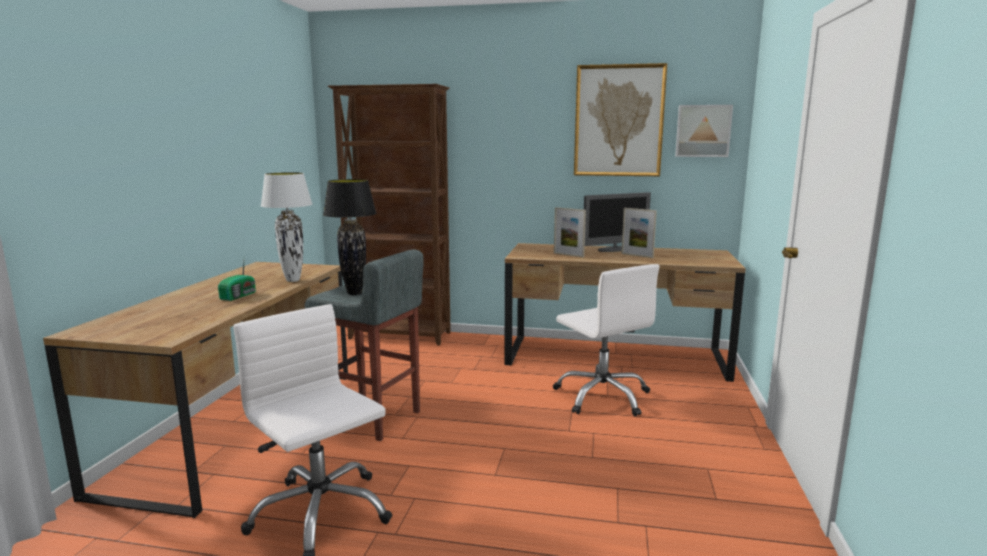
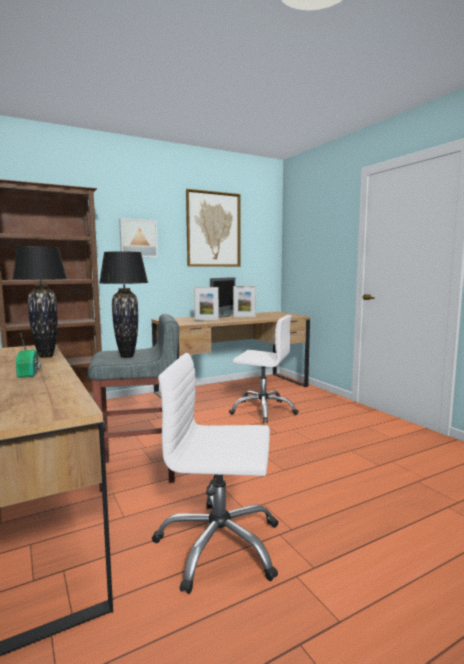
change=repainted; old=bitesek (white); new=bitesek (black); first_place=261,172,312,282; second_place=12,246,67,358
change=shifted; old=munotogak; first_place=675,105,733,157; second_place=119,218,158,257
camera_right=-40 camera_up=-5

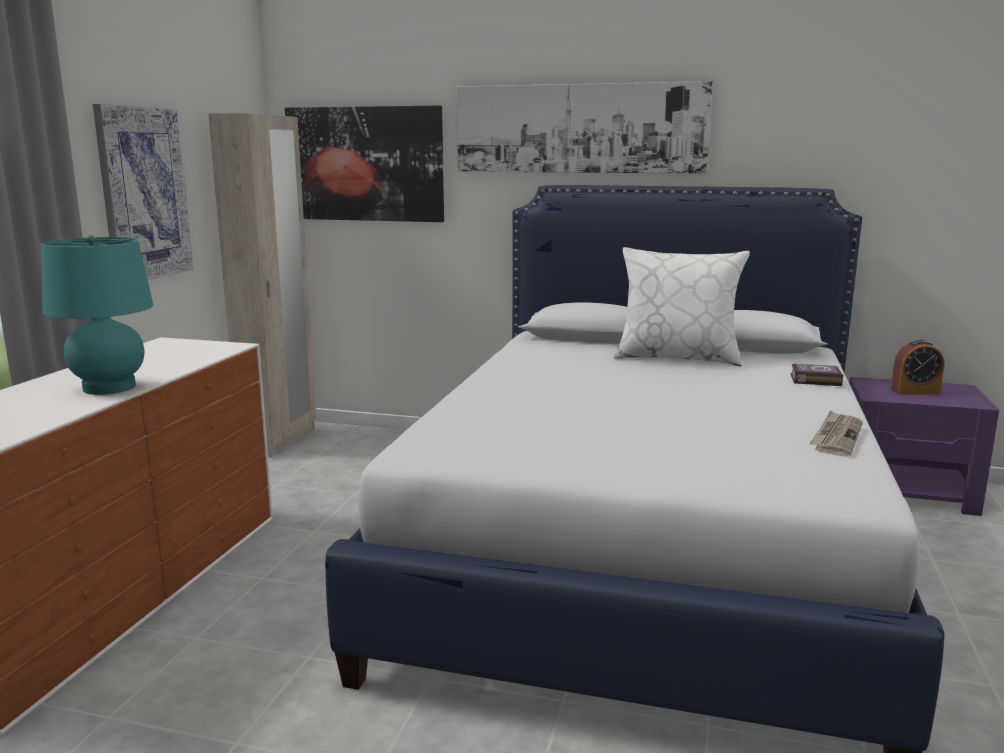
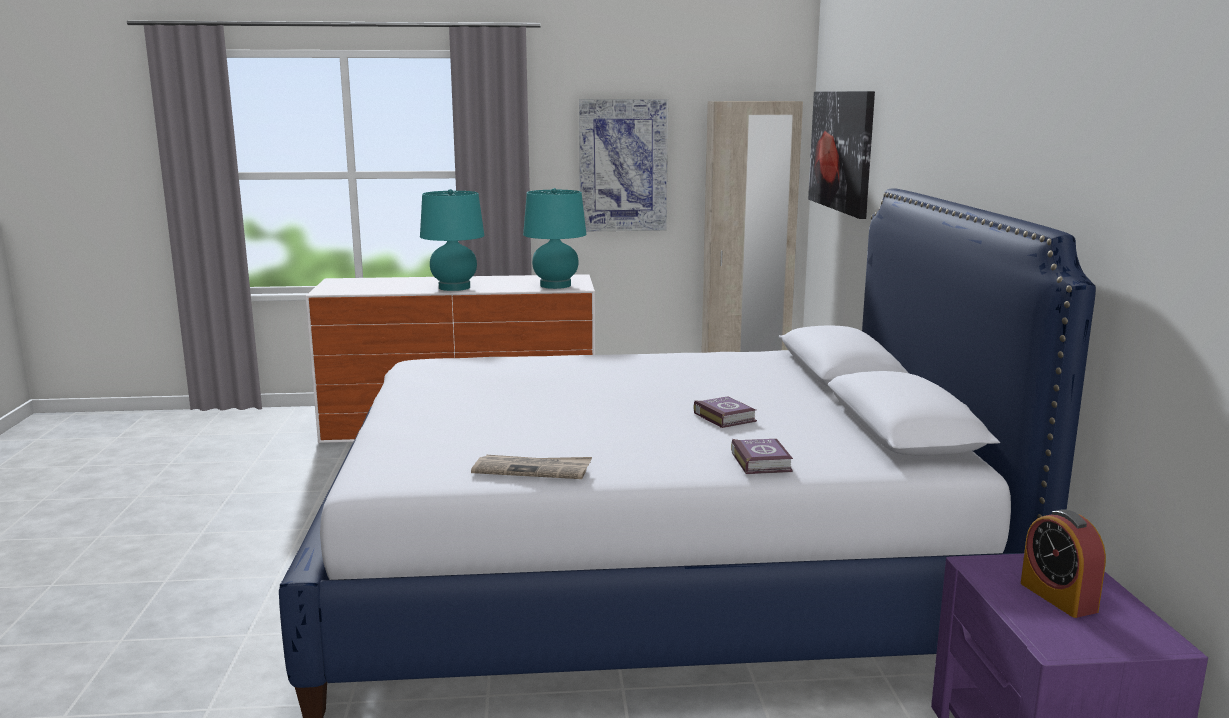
change=new; new=bitesek (turquoise); second_place=523,188,586,289
change=new; new=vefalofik; second_place=694,396,757,428
change=gone; old=munotogak; first_place=457,81,713,174
change=gone; old=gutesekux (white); first_place=613,247,750,366
camera_right=70 camera_up=0

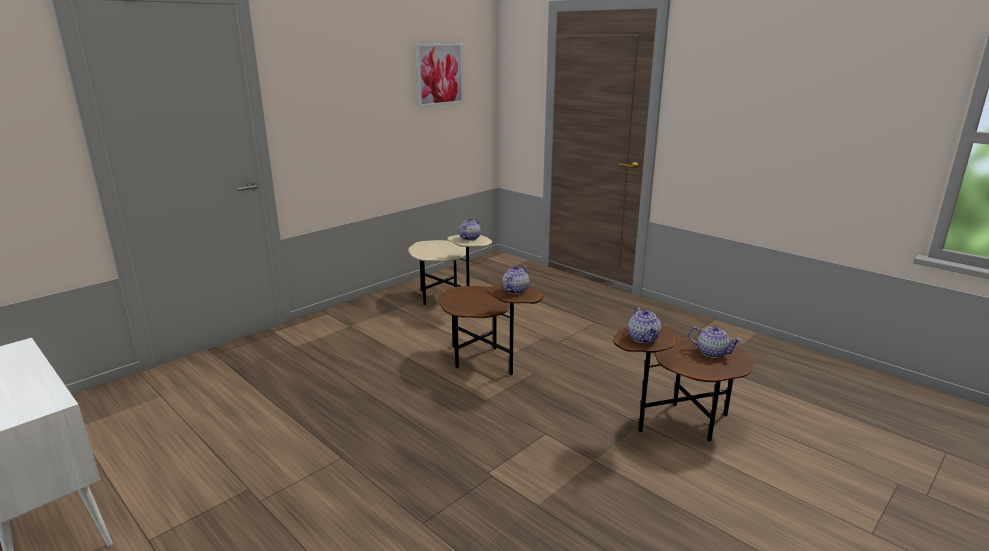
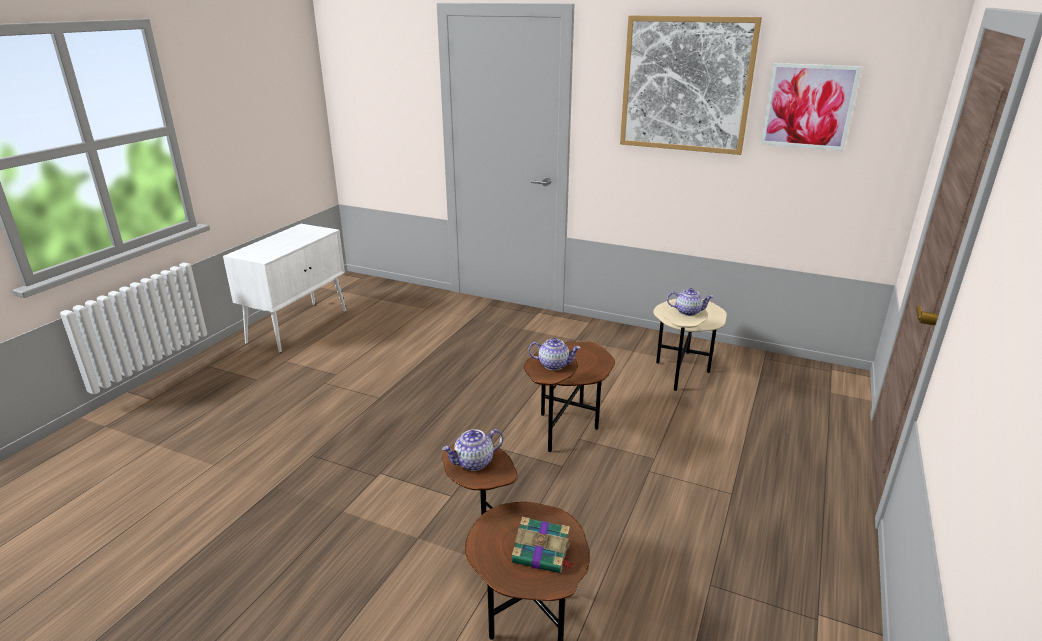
change=swapped; old=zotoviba; new=vefalofik; first_place=689,326,742,358; second_place=512,517,573,573
change=new; new=munotogak; second_place=620,16,762,155
camera_right=70 camera_up=5

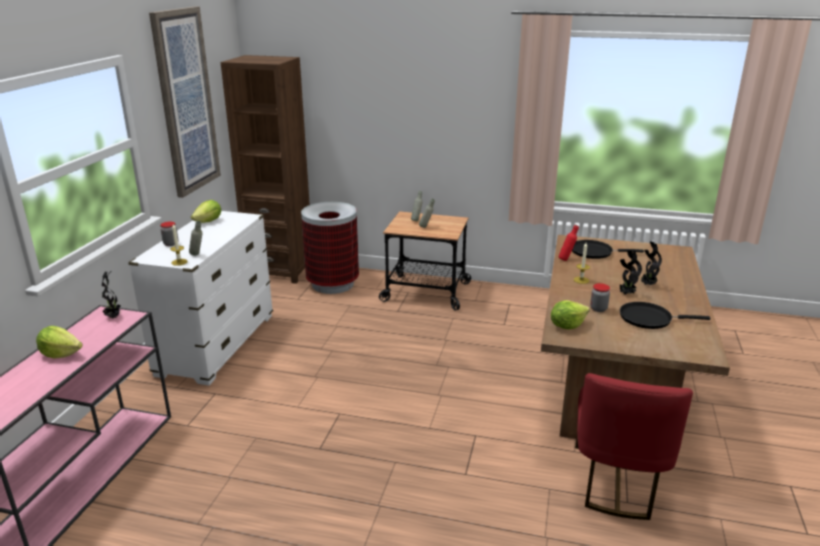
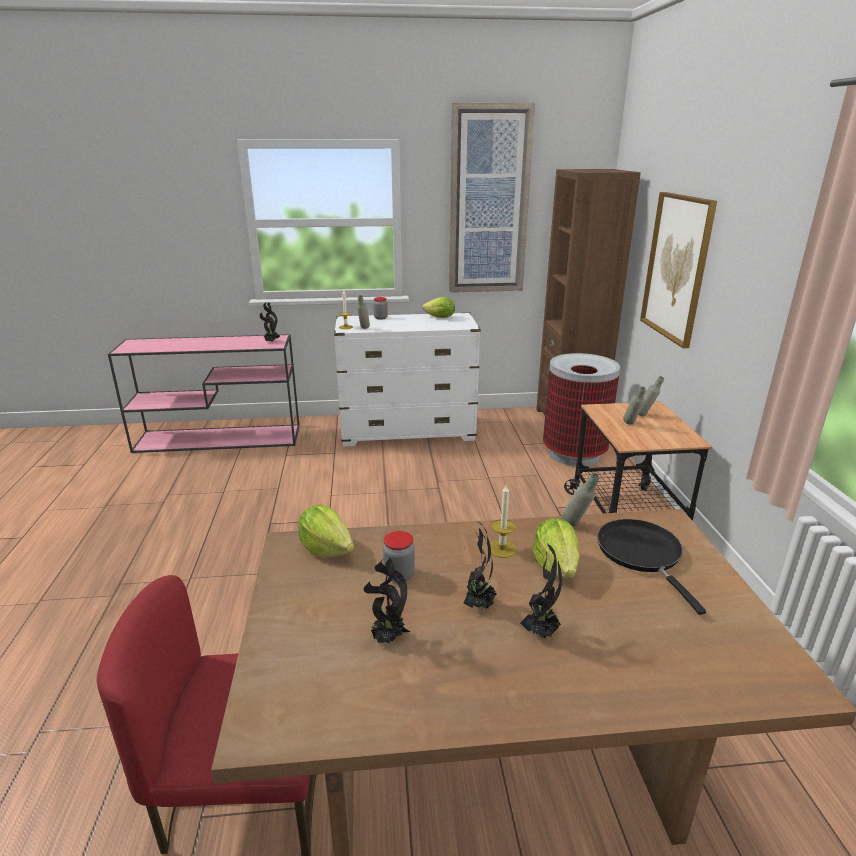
change=swapped; old=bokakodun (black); new=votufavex; first_place=620,302,710,329; second_place=363,557,410,643
change=shifted; old=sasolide; first_place=36,326,83,359; second_place=532,518,579,578
change=repainted; old=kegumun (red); new=kegumun (grey); first_place=559,225,579,261; second_place=562,473,599,527
change=new; new=munotogak; second_place=640,192,717,348
camera_right=70 camera_up=0

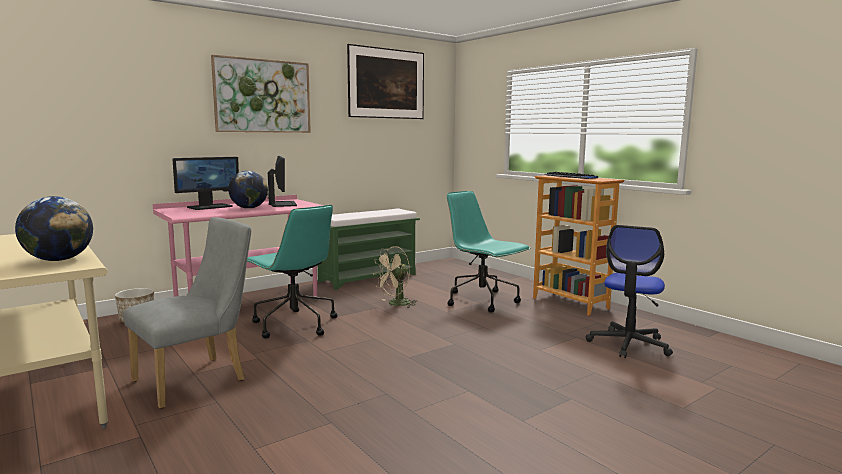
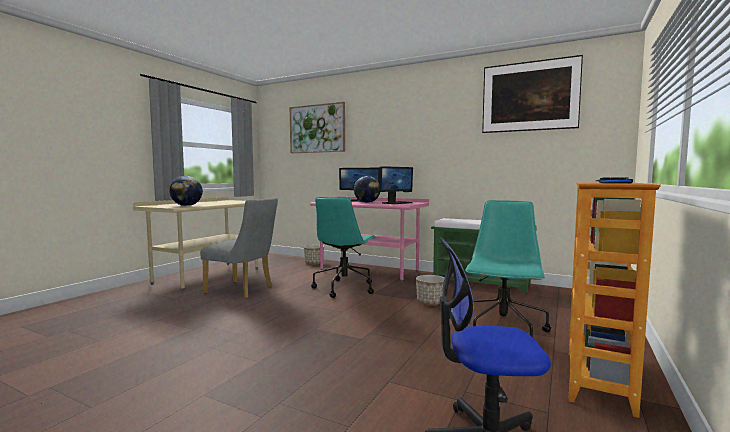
change=shifted; old=munotogak; first_place=211,55,311,133; second_place=290,102,345,153
change=swapped; old=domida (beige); new=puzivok; first_place=374,246,416,308; second_place=416,275,445,306
camera_right=65 camera_up=-5

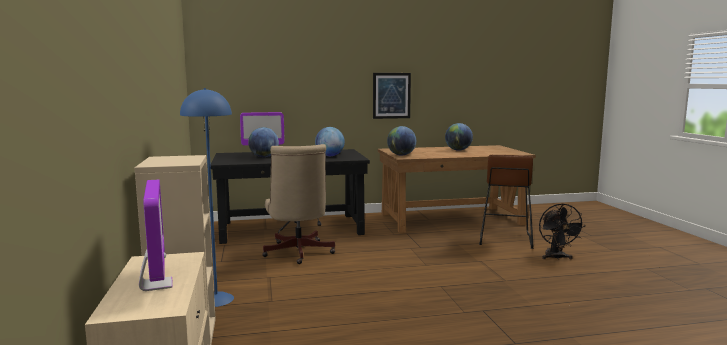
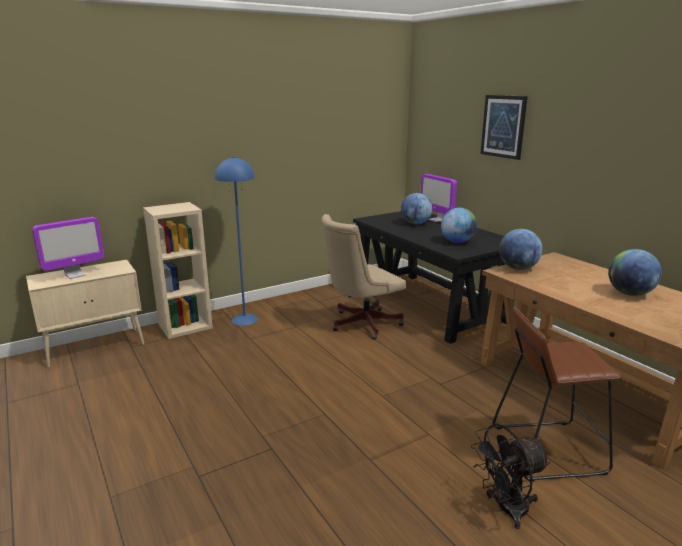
change=shifted; old=munotogak; first_place=373,73,411,119; second_place=480,95,528,160
camera_right=70 camera_up=10

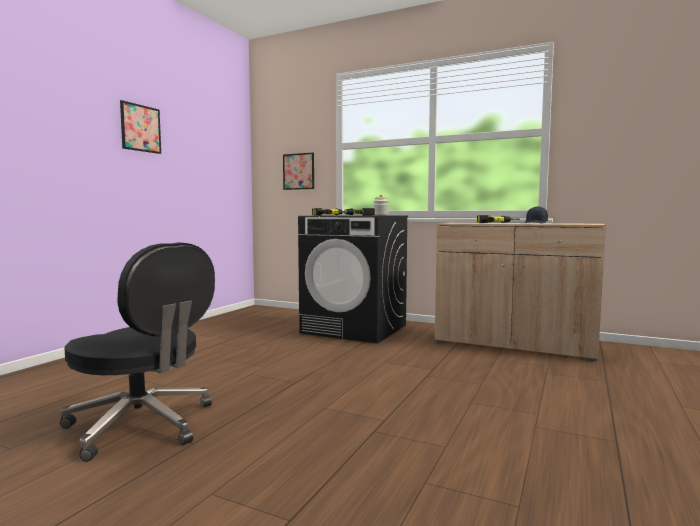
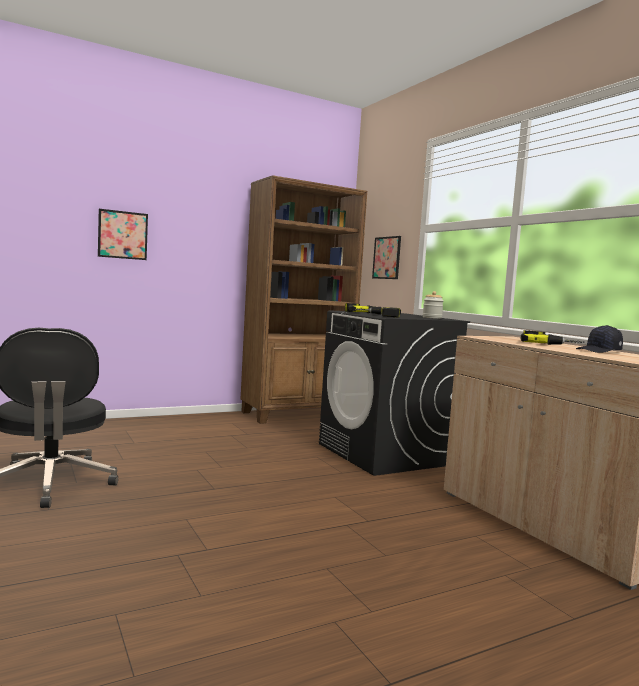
change=shifted; old=munotogak; first_place=120,100,161,154; second_place=98,209,148,260
change=new; new=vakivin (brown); second_place=241,175,367,424
camera_right=35 camera_up=0

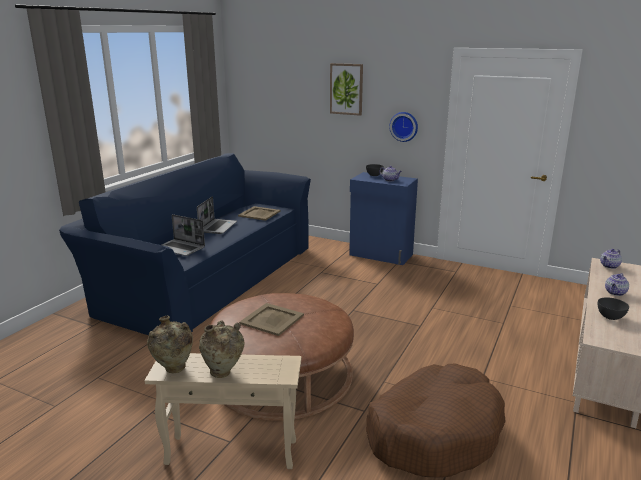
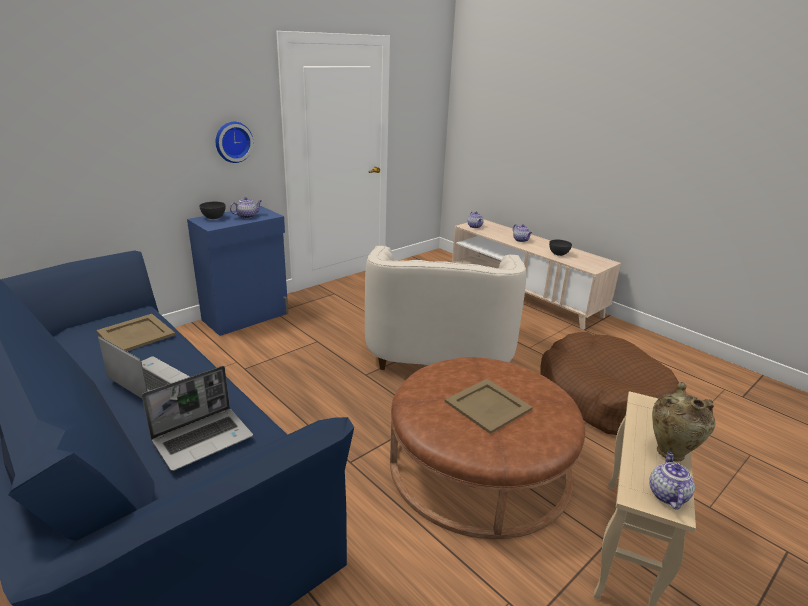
change=new; new=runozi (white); second_place=365,246,526,370
change=swapped; old=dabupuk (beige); new=zotoviba; first_place=147,316,193,373; second_place=649,452,695,509
change=gone; old=munotogak; first_place=330,63,363,116
camera_right=-70 camera_up=5

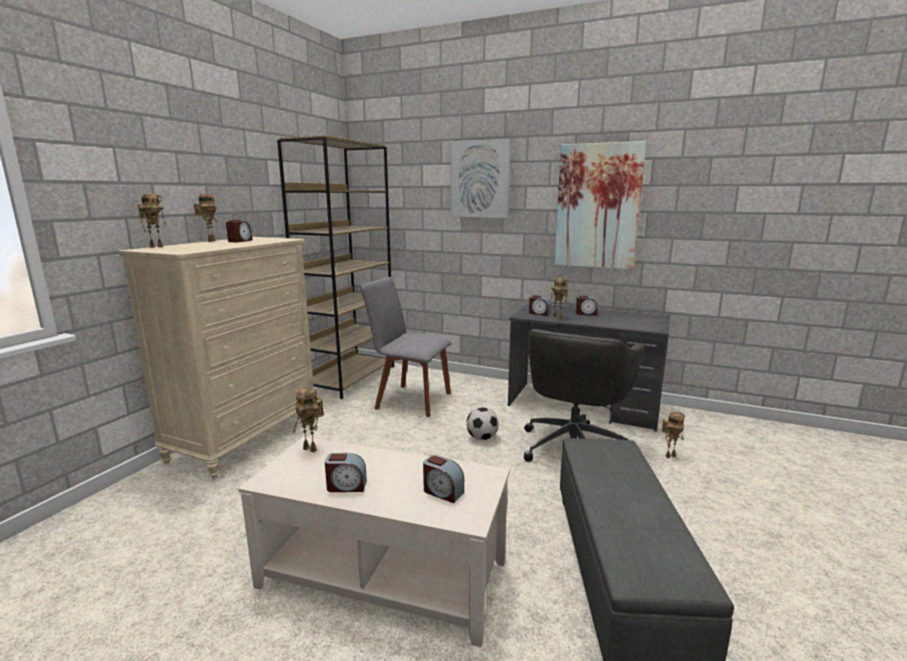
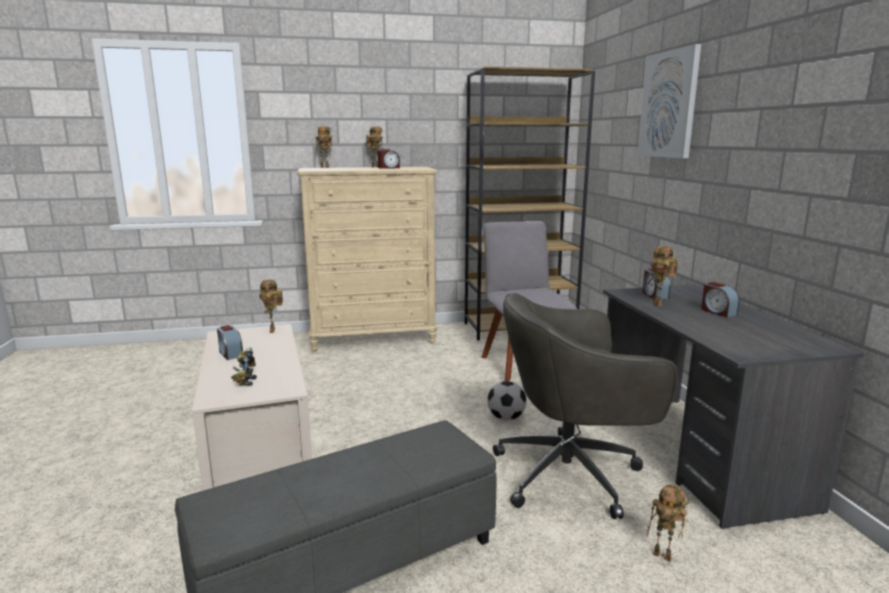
change=swapped; old=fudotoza; new=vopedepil; first_place=423,455,464,503; second_place=231,347,257,386
change=gone; old=munotogak; first_place=554,141,646,269
camera_right=55 camera_up=0

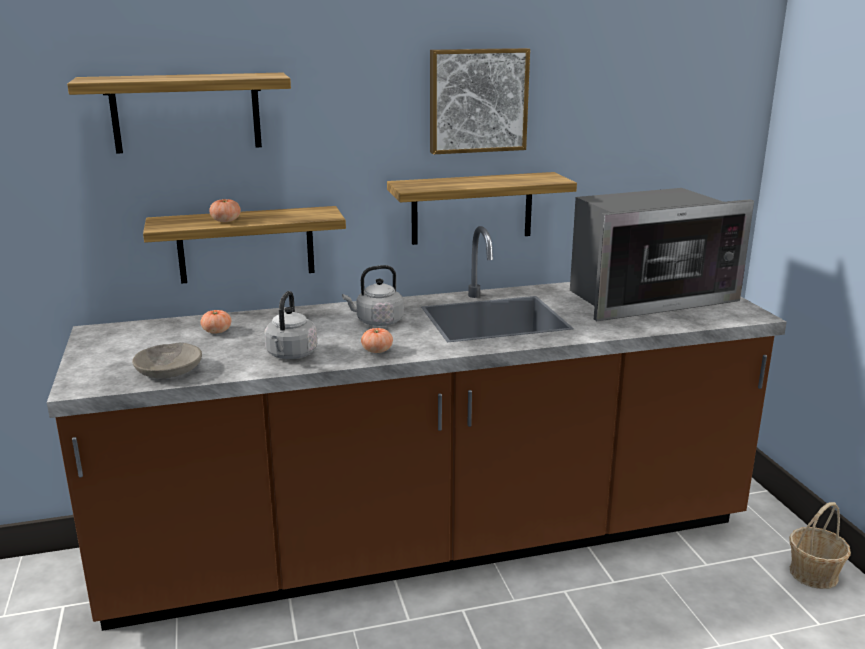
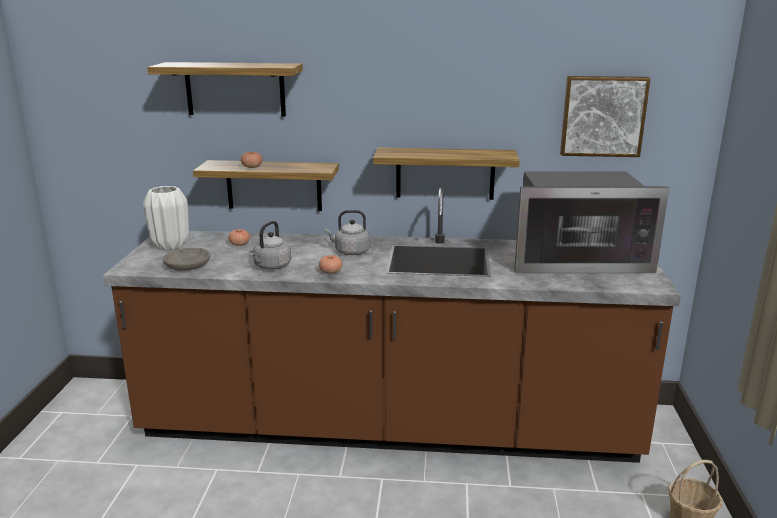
change=new; new=dabupuk (white); second_place=143,186,189,250
change=shifted; old=munotogak; first_place=430,48,530,154; second_place=560,76,651,157
camera_right=20 camera_up=0

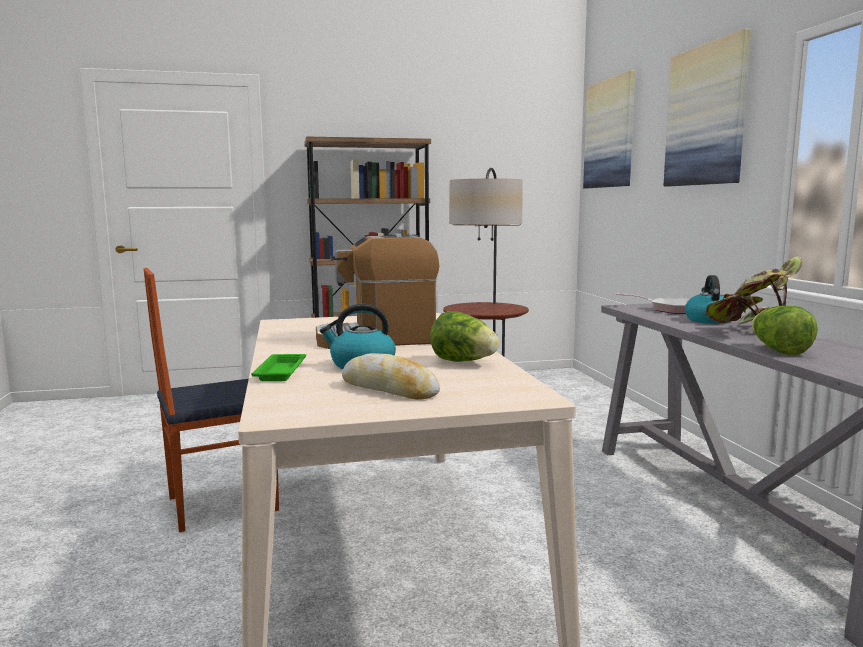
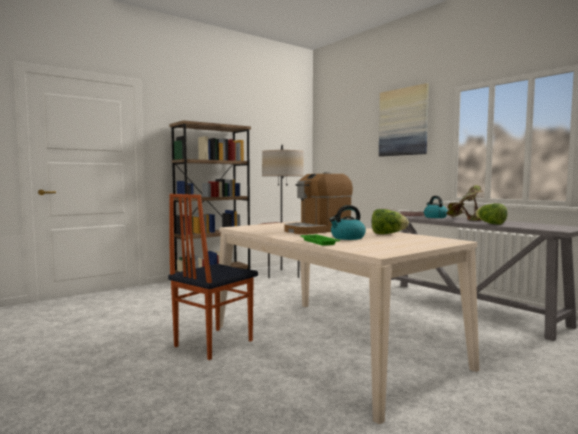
change=gone; old=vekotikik; first_place=342,353,440,400
change=gone; old=munotogak; first_place=583,70,635,188
camera_right=-25 camera_up=-5

